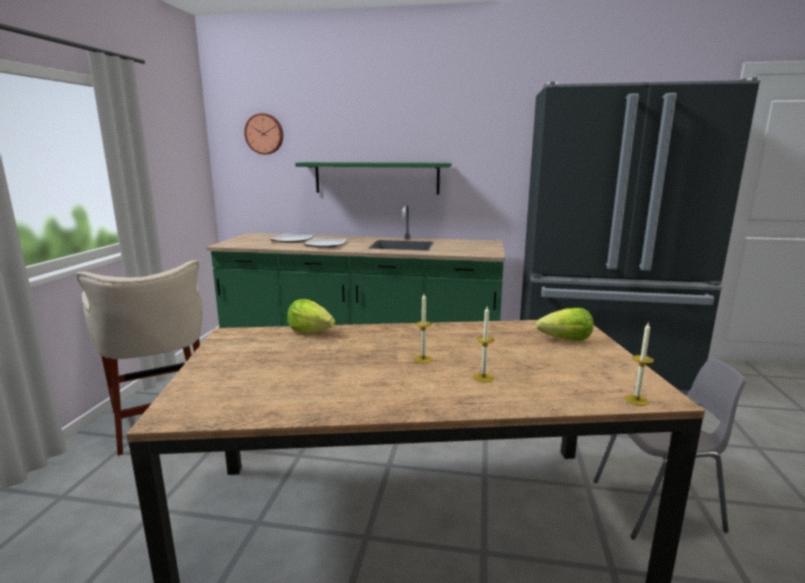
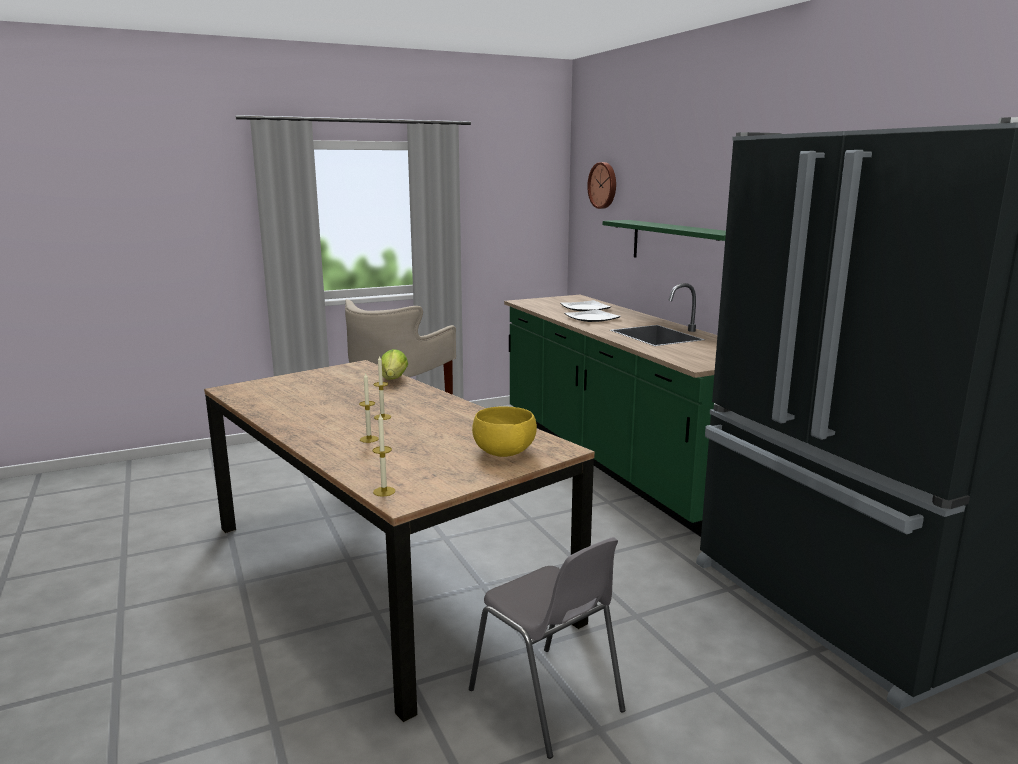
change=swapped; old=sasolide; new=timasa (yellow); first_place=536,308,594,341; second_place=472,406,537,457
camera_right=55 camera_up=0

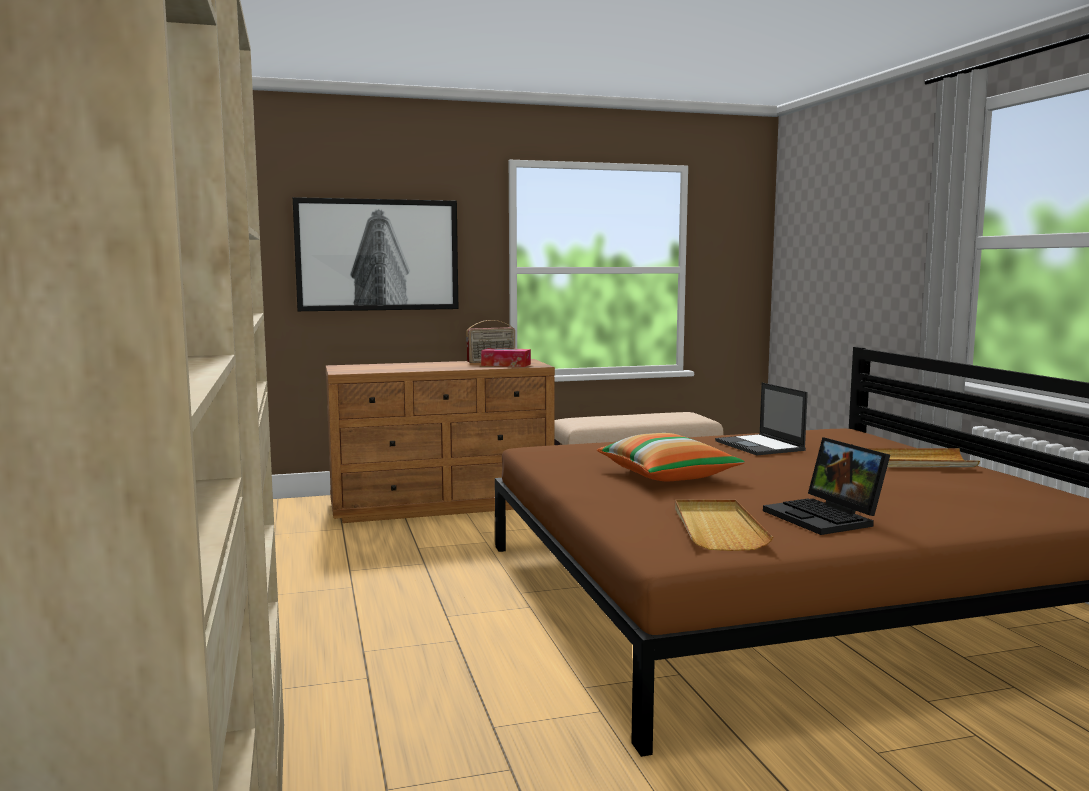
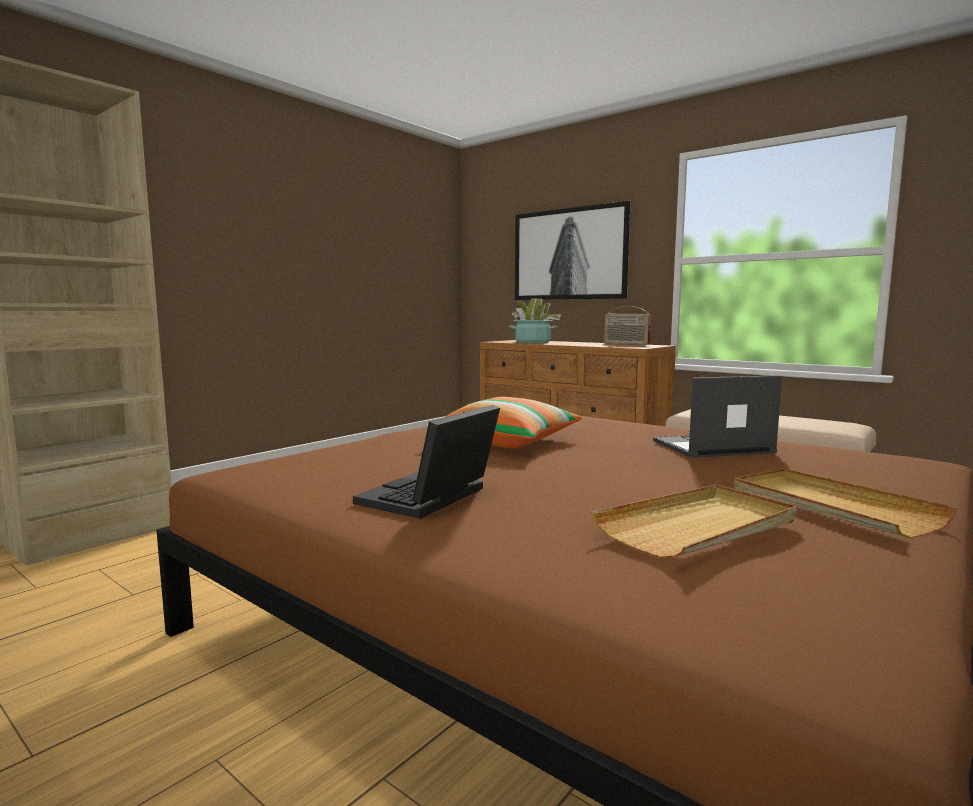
change=new; new=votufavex; second_place=509,299,561,343
change=shifted; old=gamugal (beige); first_place=675,499,773,551; second_place=591,485,797,558
change=rotated; old=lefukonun; first_place=715,383,808,455; second_place=653,375,782,458; degrees=45
change=gone; old=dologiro; first_place=481,348,531,367
camera_right=55 camera_up=0

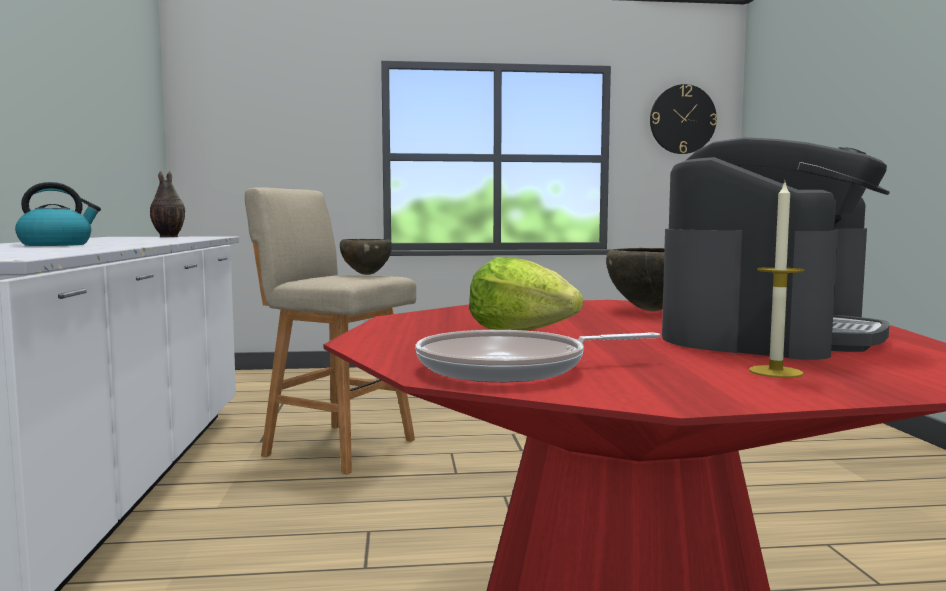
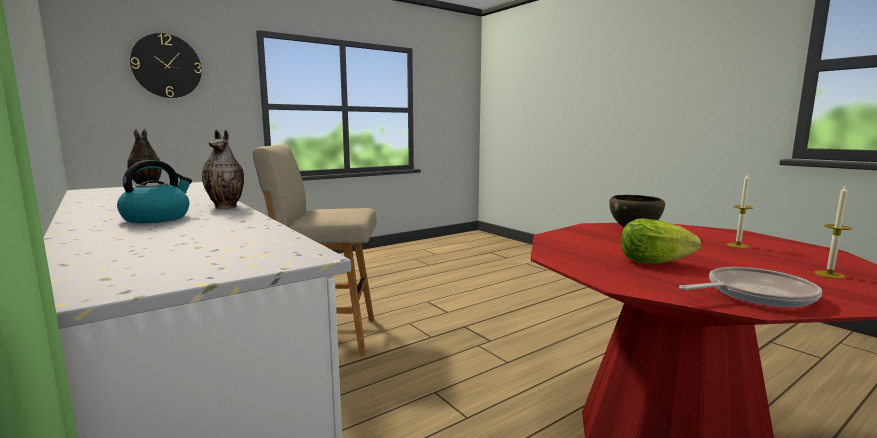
change=shifted; old=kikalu; first_place=650,84,717,154; second_place=130,33,202,98
change=new; new=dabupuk; second_place=202,129,244,208
change=rotated; old=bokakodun; first_place=415,330,660,382; second_place=679,267,822,307; degrees=-150
change=swapped; old=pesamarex; new=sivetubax; first_place=662,137,890,360; second_place=727,173,753,248
change=gone; old=timasa (brown); first_place=340,239,392,275
camera_right=-30 camera_up=5

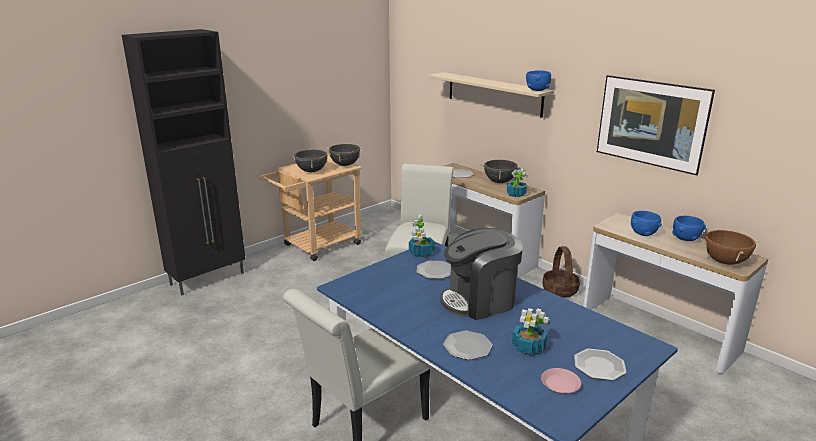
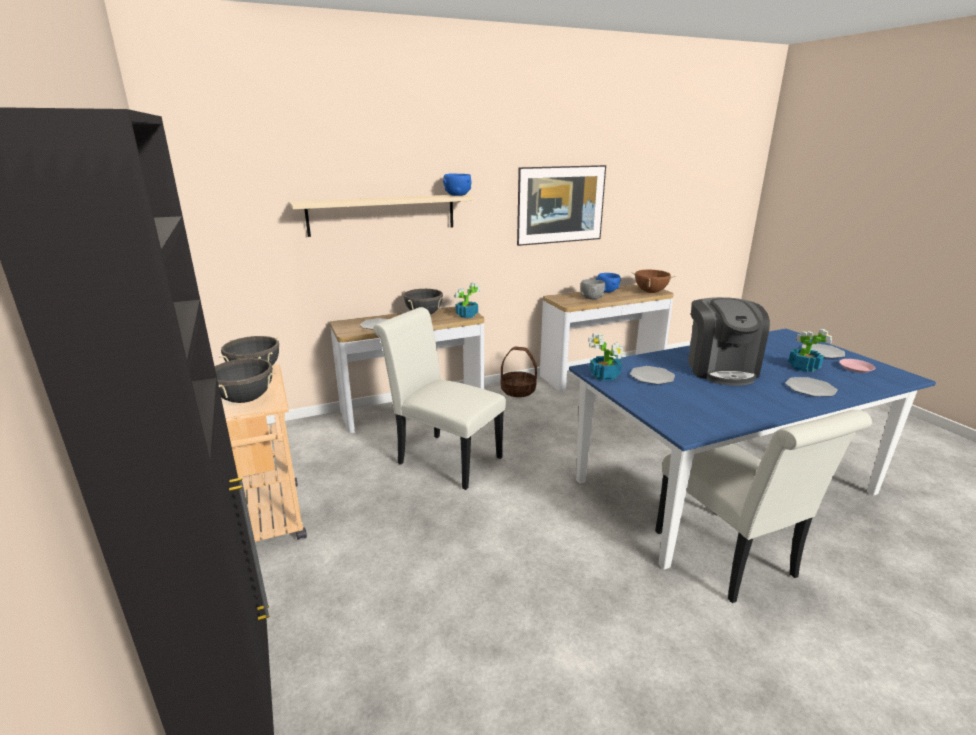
change=repainted; old=timasa (blue); new=timasa (grey); first_place=631,211,662,236; second_place=580,279,605,300
camera_right=-70 camera_up=0

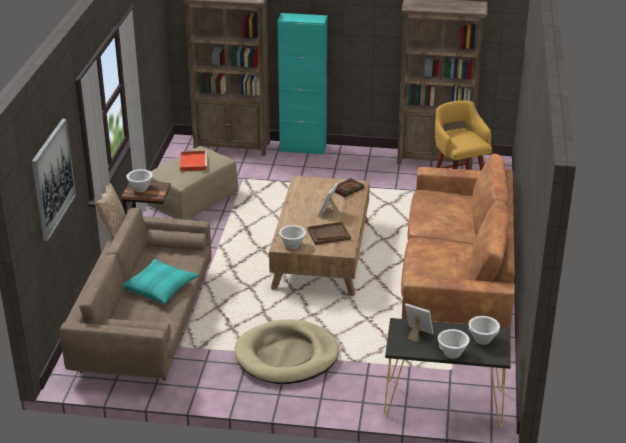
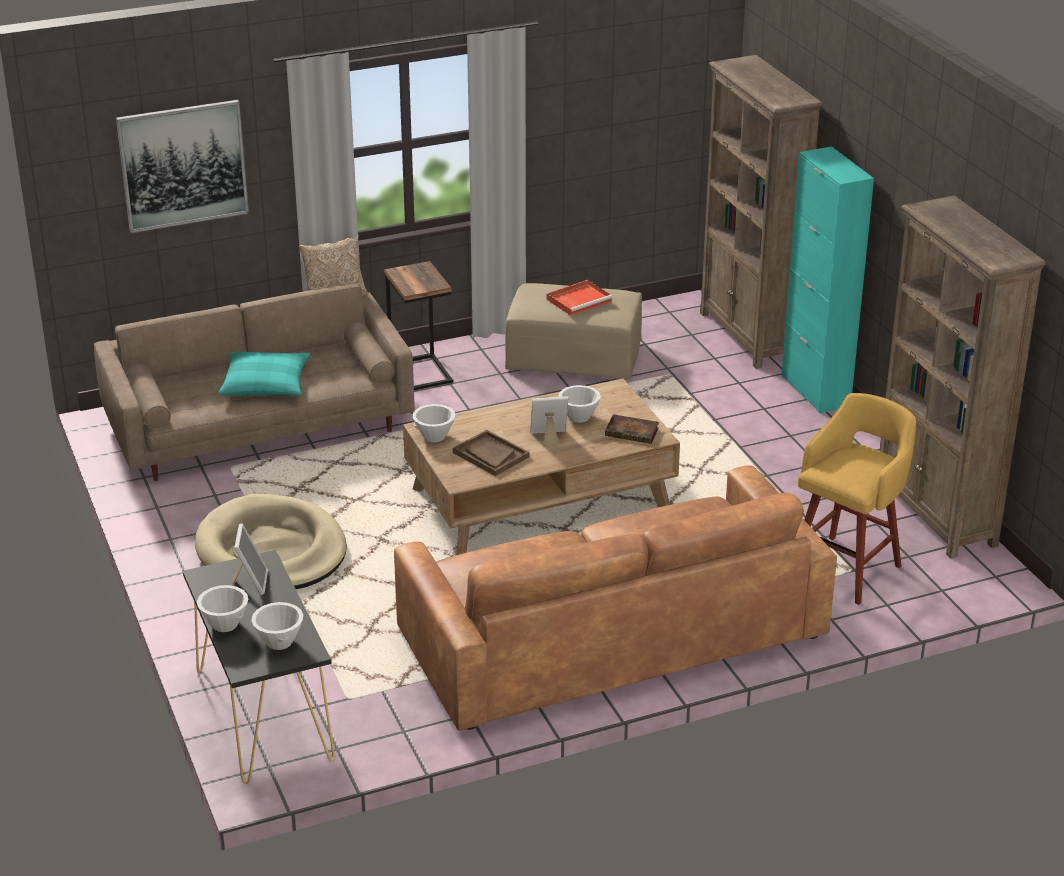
change=shifted; old=timasa (white); first_place=126,169,152,192; second_place=559,385,600,423
camera_right=60 camera_up=0

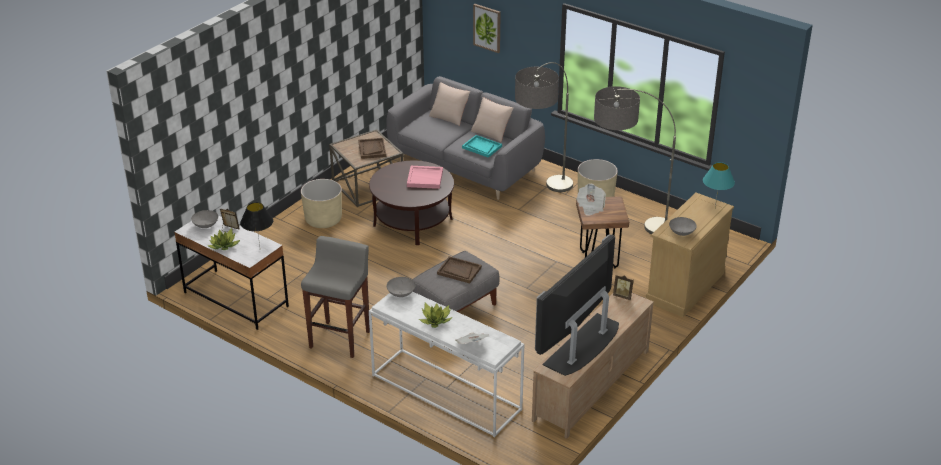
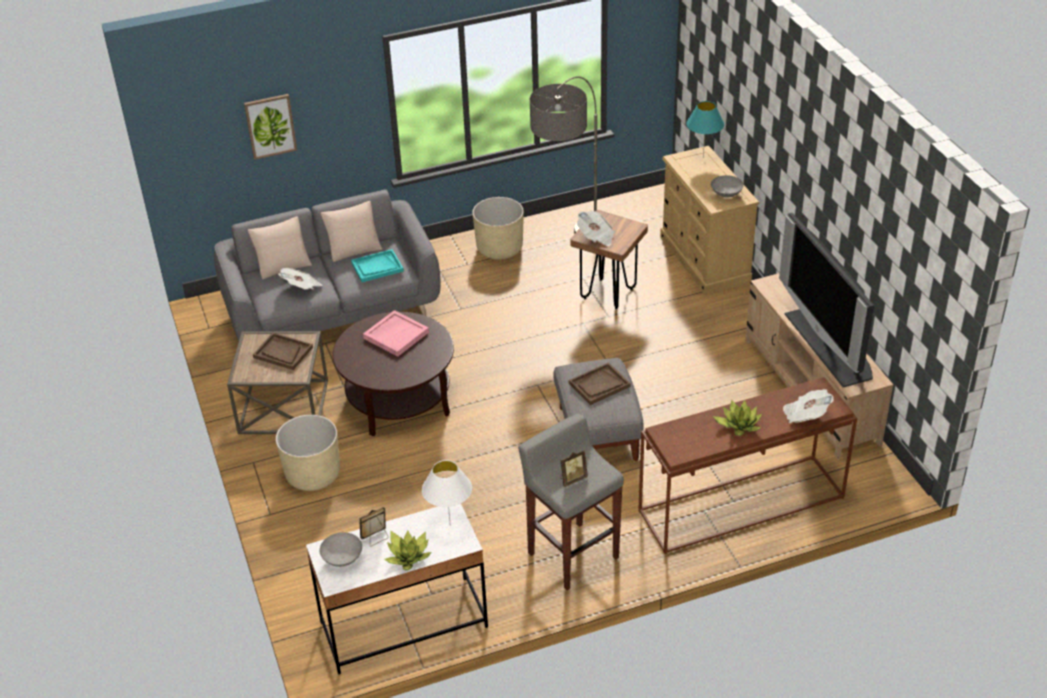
change=new; new=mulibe; second_place=278,267,322,290
change=repainted; old=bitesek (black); new=bitesek (white); first_place=240,202,273,247; second_place=422,460,472,525
change=shifted; old=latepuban; first_place=613,275,634,300; second_place=560,450,588,487
change=repainted; old=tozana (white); new=tozana (brown); first_place=369,292,524,437; second_place=638,377,857,554
change=gone; old=timasa (grey); first_place=387,277,415,297
change=gone; old=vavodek; first_place=515,62,573,192
camera_right=-55 camera_up=5

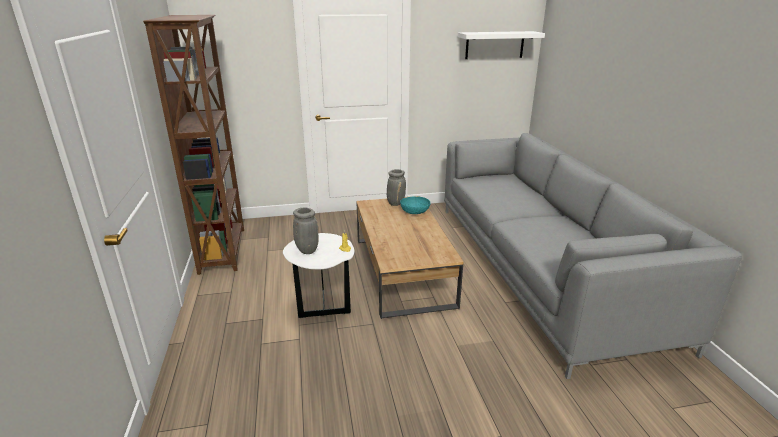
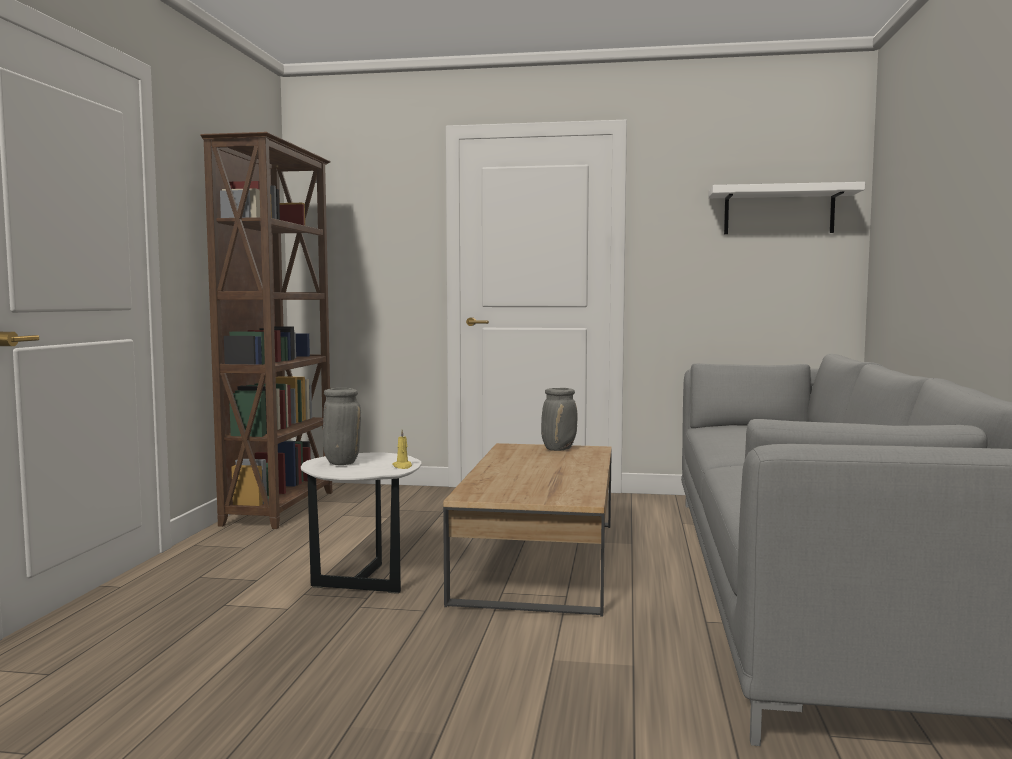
change=gone; old=timasa (turquoise); first_place=400,197,431,214
camera_right=20 camera_up=-20

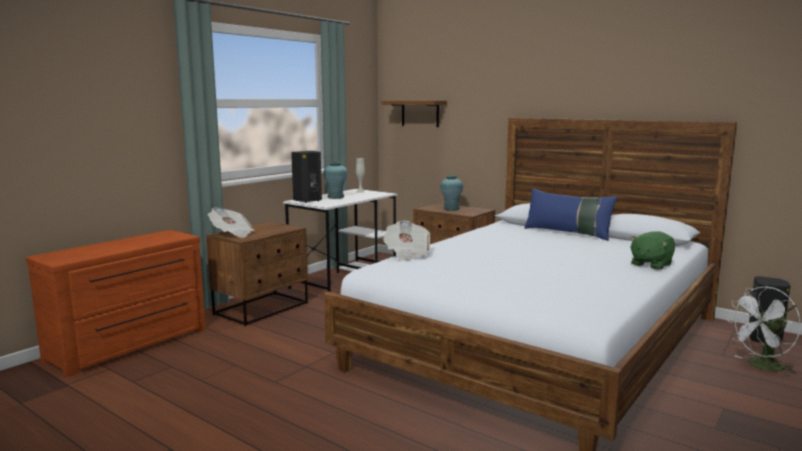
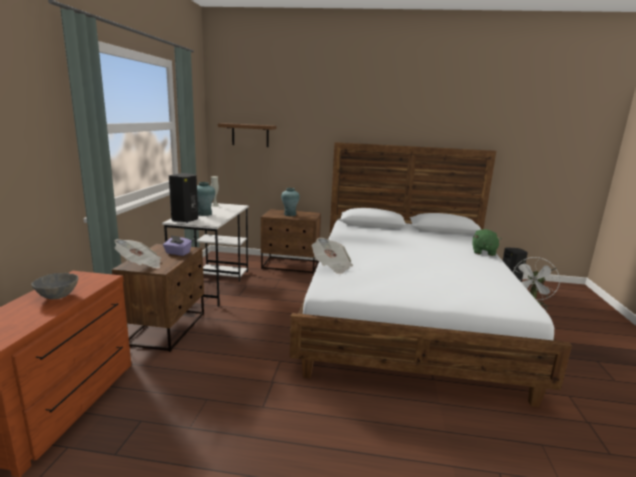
change=new; new=timasa (grey); second_place=31,273,78,299
change=new; new=dologiro (purple); second_place=163,235,192,256
change=gone; old=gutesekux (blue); first_place=524,188,618,241
camera_right=-30 camera_up=5

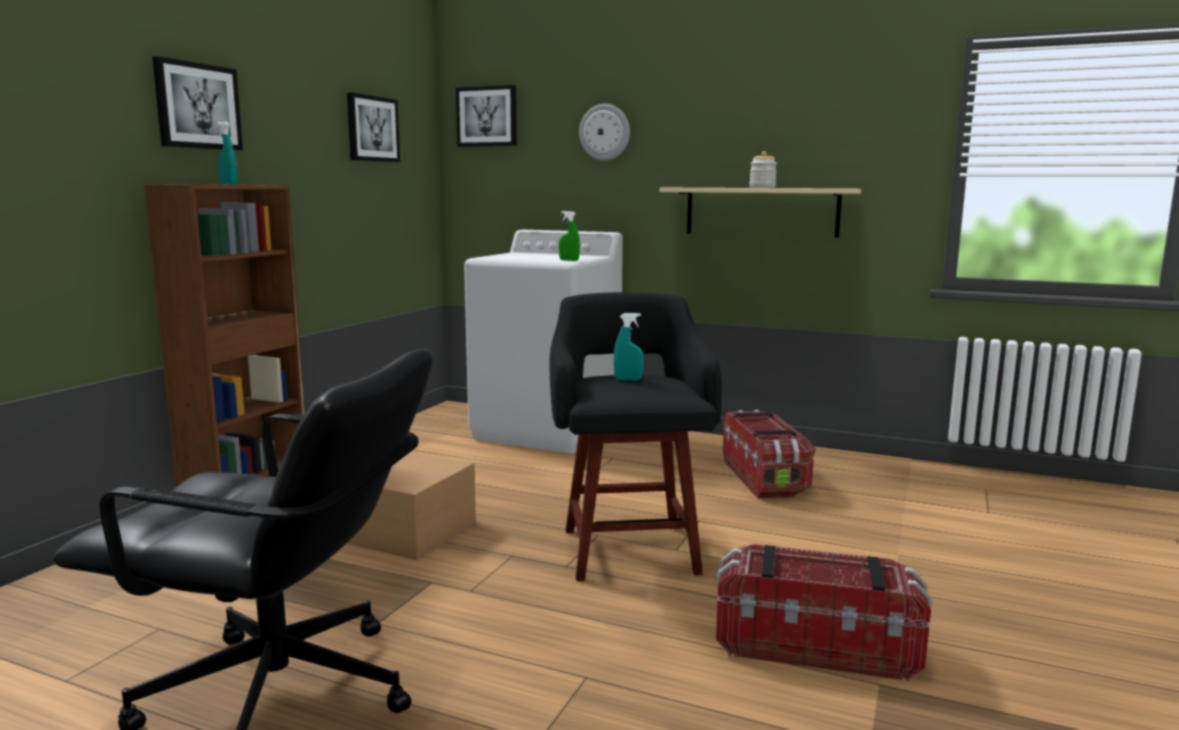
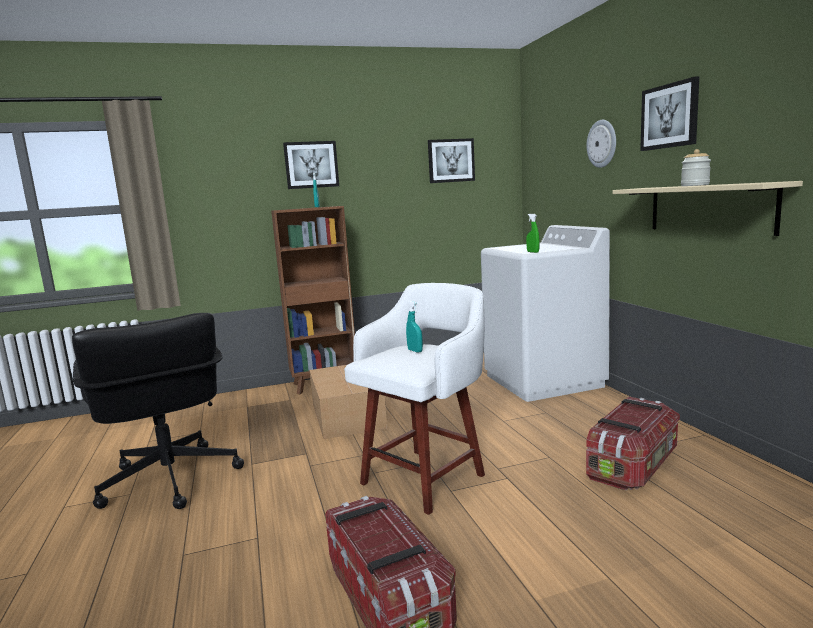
change=repainted; old=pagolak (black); new=pagolak (white); first_place=550,292,722,581; second_place=344,283,485,515
change=shifted; old=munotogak; first_place=456,85,517,147; second_place=640,76,699,151
camera_right=50 camera_up=0

